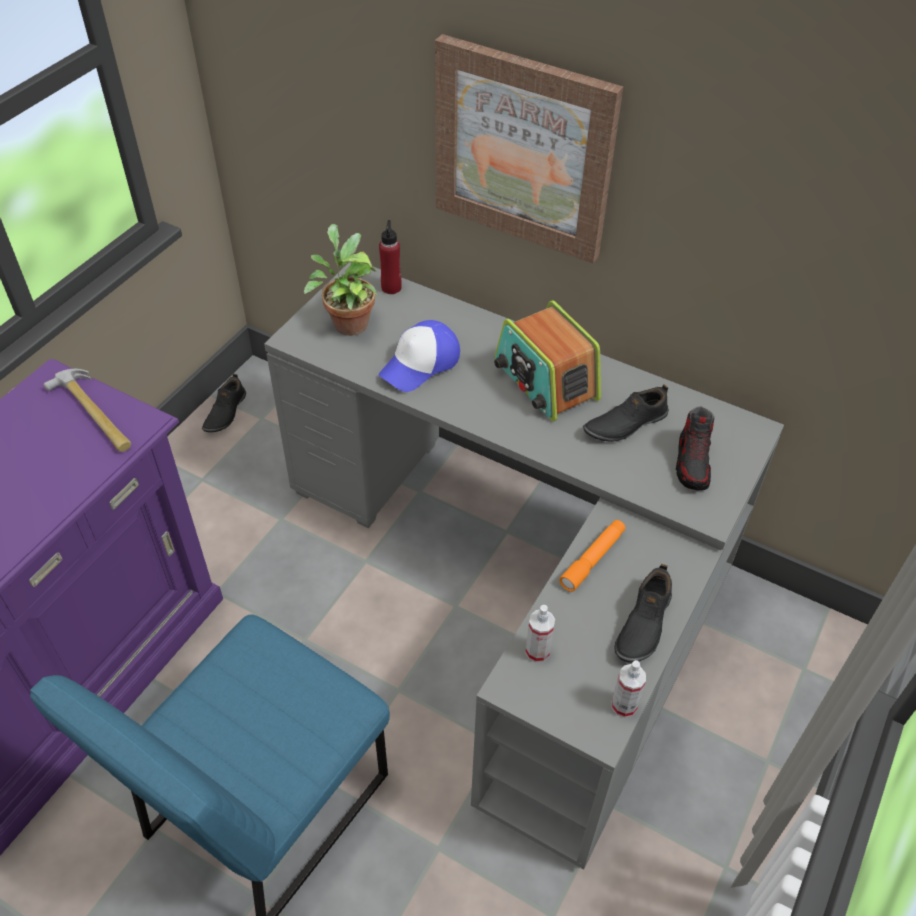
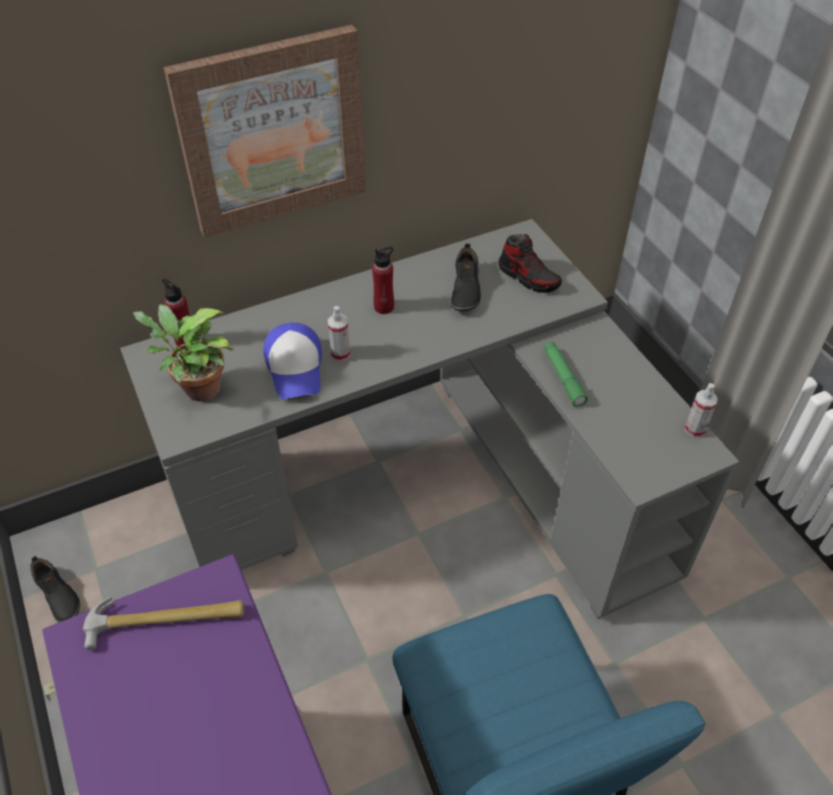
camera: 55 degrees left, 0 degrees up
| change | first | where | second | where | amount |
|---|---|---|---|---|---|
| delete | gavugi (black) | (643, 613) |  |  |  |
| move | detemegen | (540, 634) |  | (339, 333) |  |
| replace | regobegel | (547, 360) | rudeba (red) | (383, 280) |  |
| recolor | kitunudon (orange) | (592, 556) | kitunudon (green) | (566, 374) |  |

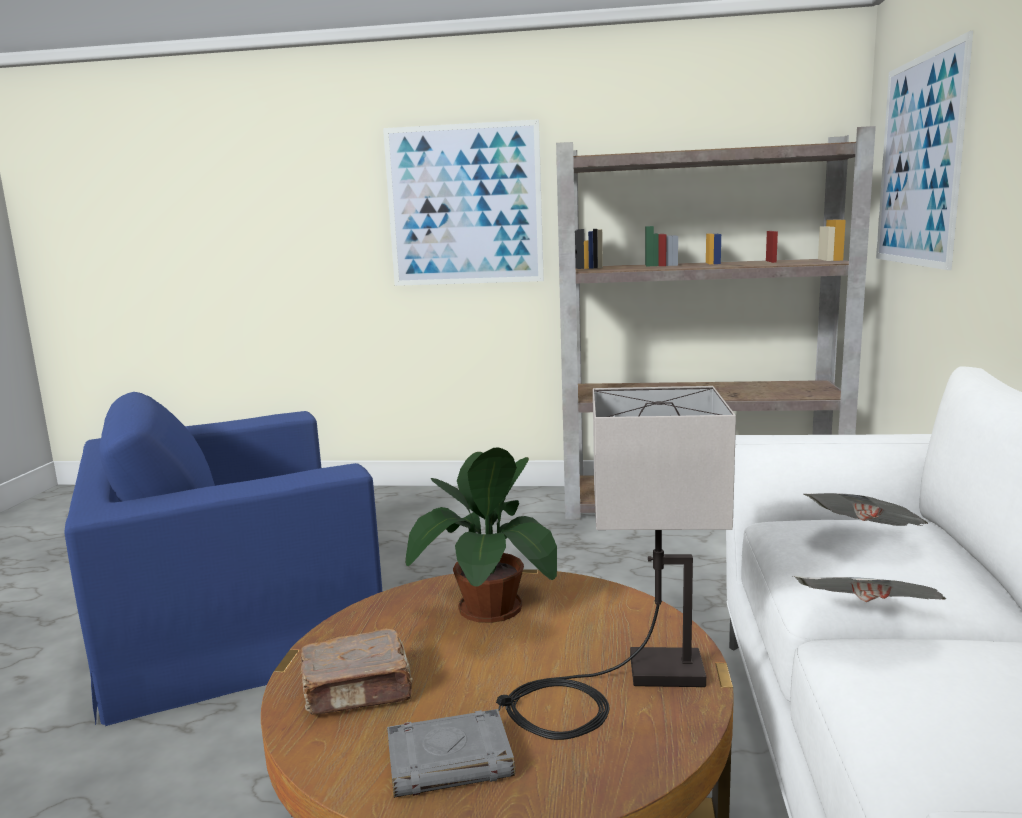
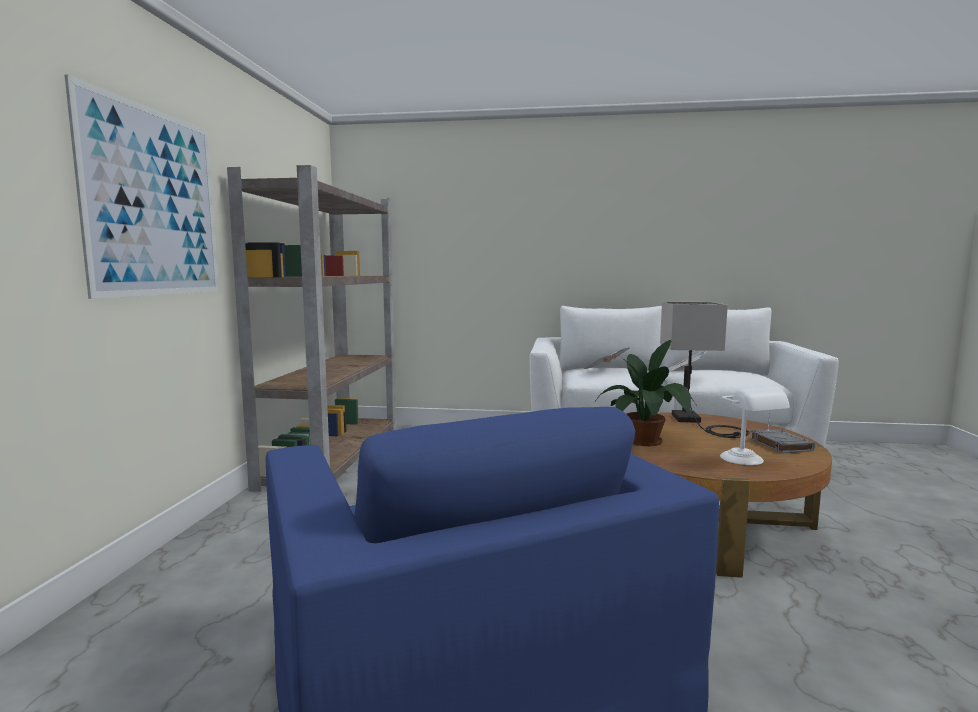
camera: 90 degrees left, 5 degrees down
| change | first | where | second | where | amount |
|---|---|---|---|---|---|
| delete | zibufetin | (924, 150) |  |  |  |
| replace | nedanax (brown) | (356, 671) | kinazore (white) | (755, 426) |  |

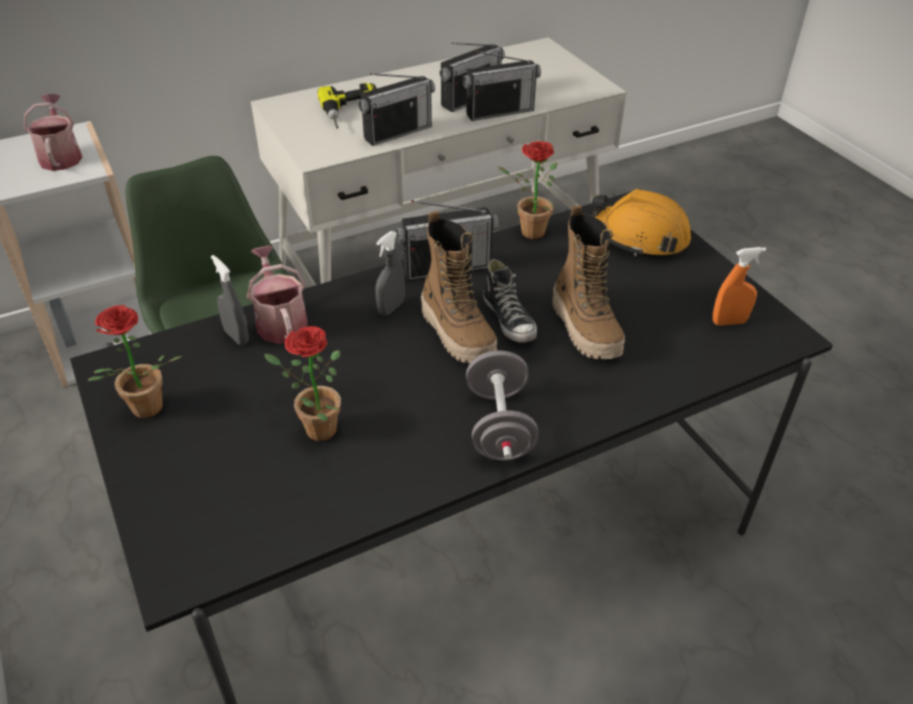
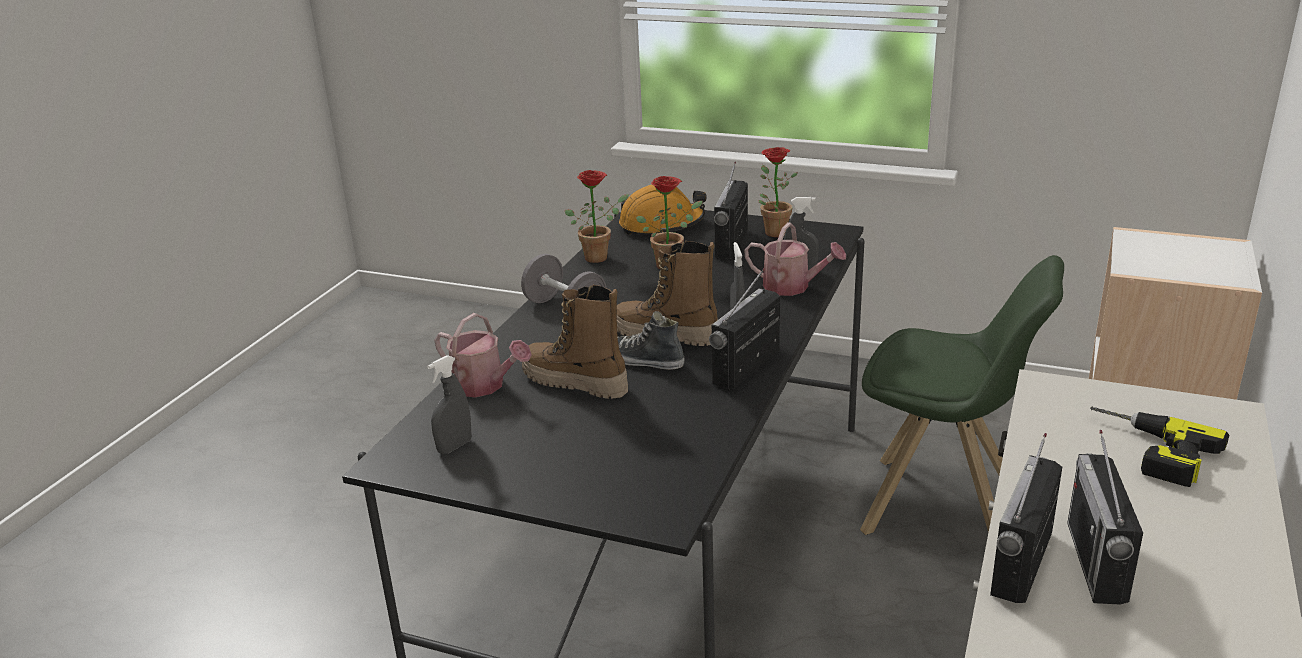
camera: 140 degrees right, 15 degrees down
| change | first | where | second | where | amount |
|---|---|---|---|---|---|
| move | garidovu | (53, 132) |  | (483, 355) |  |
| move | regobegel | (396, 109) |  | (731, 210) |  |
| move | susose | (527, 190) |  | (597, 216) |  |
| move | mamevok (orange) | (641, 222) |  | (663, 209) |  |
| recolor | detemegen (orange) | (739, 286) | detemegen (grey) | (449, 404) |  |

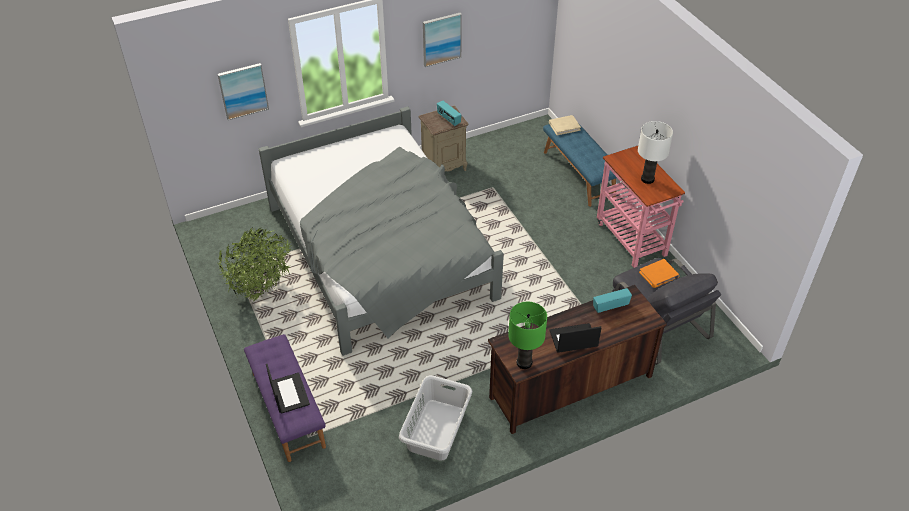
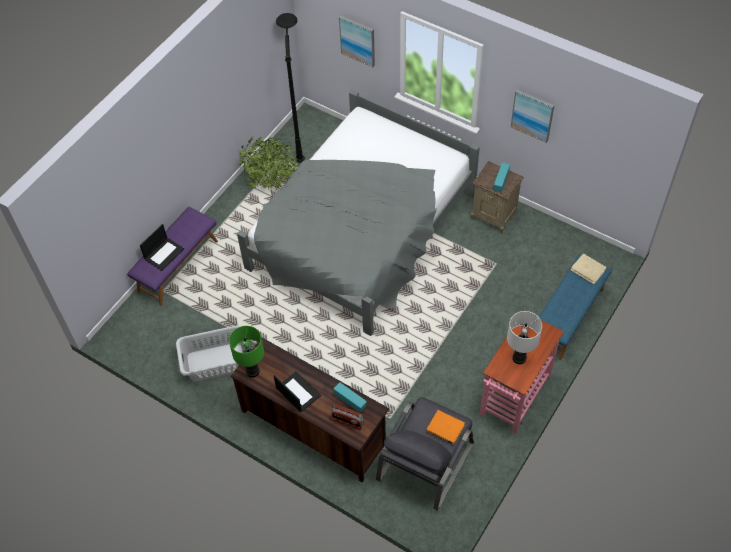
camera: 60 degrees right, 10 degrees up
| change | first | where | second | where | amount |
|---|---|---|---|---|---|
| insert |  |  | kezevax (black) | (290, 88) |  |
| insert |  |  | regobegel | (347, 417) |  |

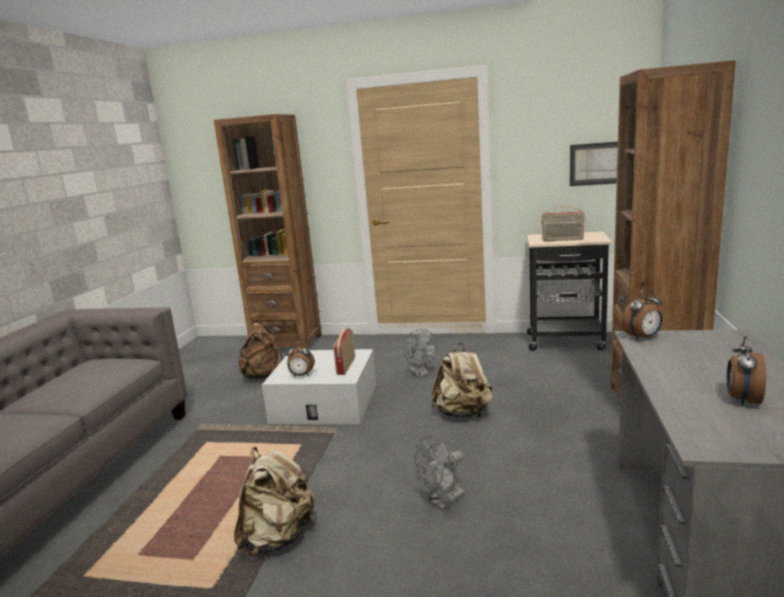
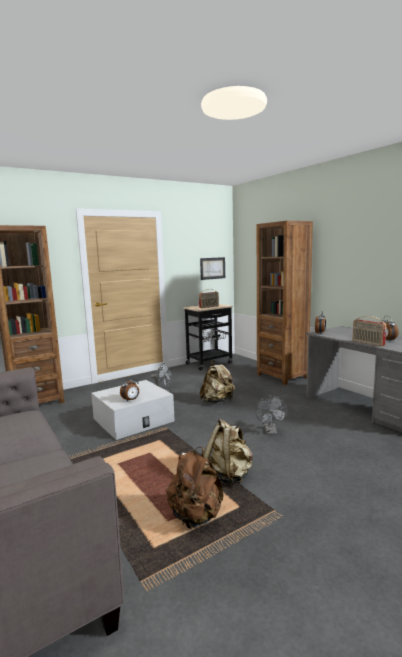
camera: 45 degrees left, 5 degrees down
| change | first | where | second | where | amount |
|---|---|---|---|---|---|
| move | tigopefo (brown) | (260, 350) |  | (195, 488) |  |
| move | regobegel | (344, 351) |  | (369, 331) |  |

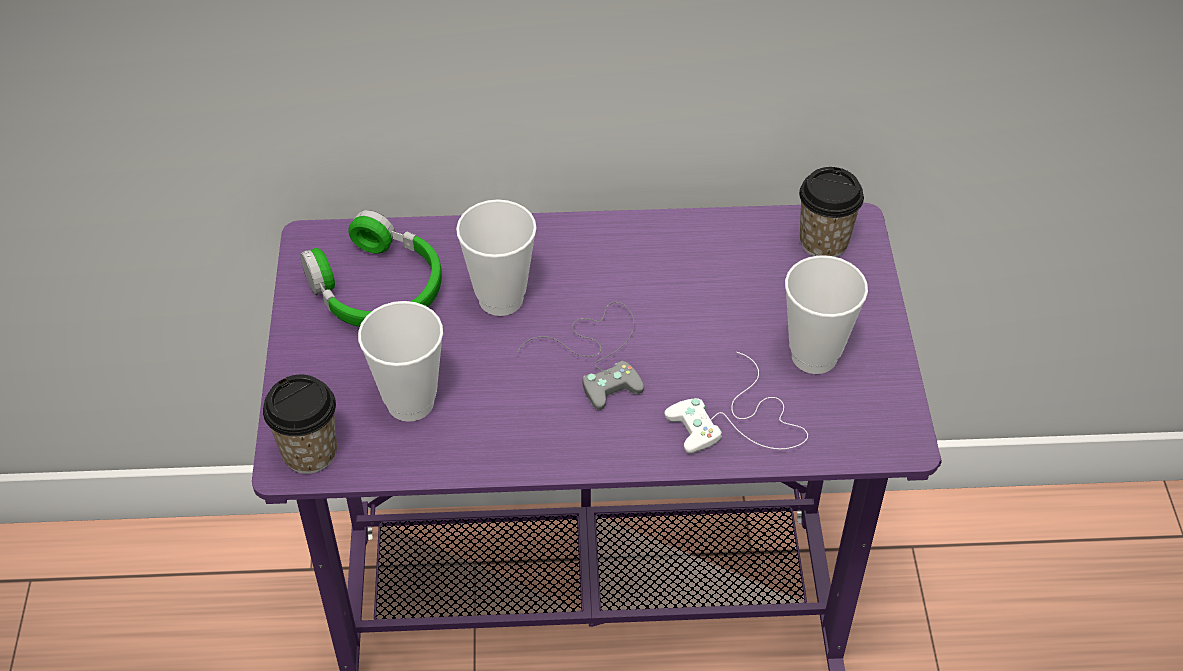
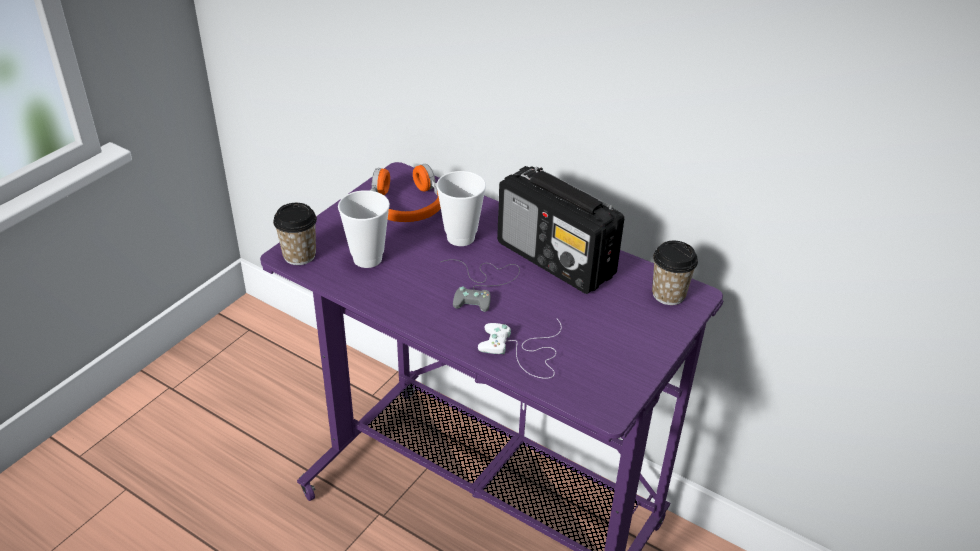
camera: 35 degrees right, 10 degrees down
| change | first | where | second | where | amount |
|---|---|---|---|---|---|
| delete | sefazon | (826, 314) |  |  |  |
| insert |  |  | regobegel | (560, 230) |  |
| recolor | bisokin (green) | (371, 268) | bisokin (orange) | (405, 193) |  |

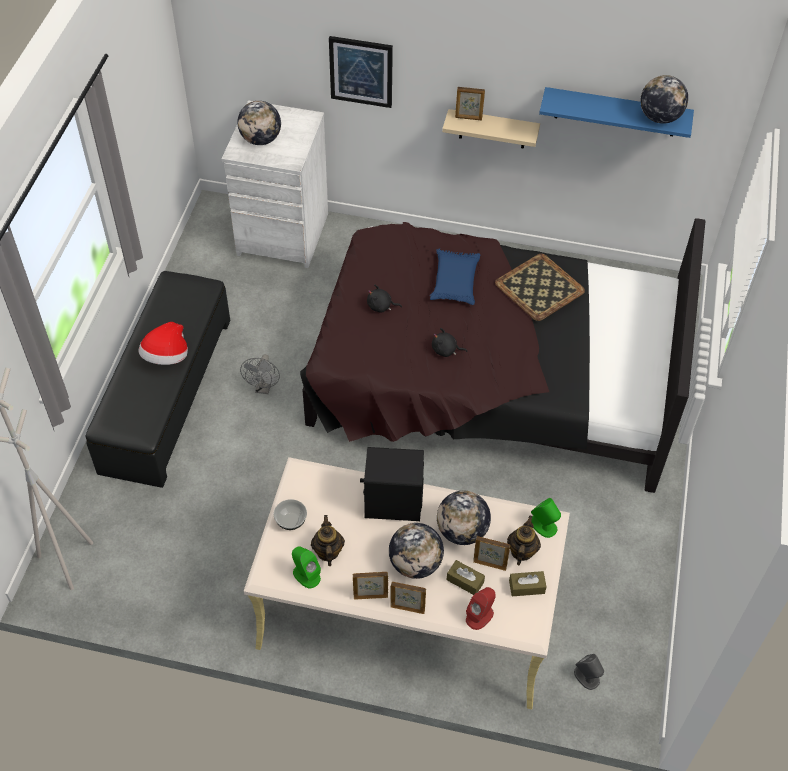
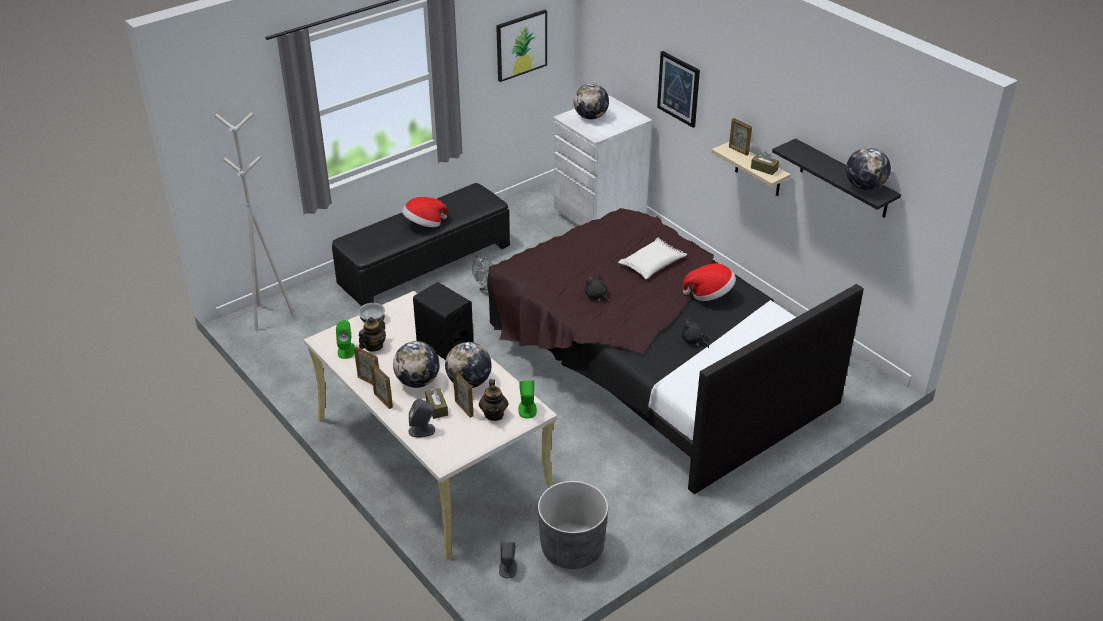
camera: 40 degrees right, 15 degrees down
| change | first | where | second | where | amount |
|---|---|---|---|---|---|
| insert |  |  | zibufetin | (521, 46) |  |
| insert |  |  | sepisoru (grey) | (573, 525) |  |
| move | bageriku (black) | (384, 299) |  | (695, 333) |  |
| move | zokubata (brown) | (527, 583) |  | (765, 163) |  |
| replace | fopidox | (540, 287) | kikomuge | (709, 282) |  |
| recolor | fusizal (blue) | (455, 276) | fusizal (white) | (652, 258) |  |
| recolor | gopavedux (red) | (481, 608) | gopavedux (grey) | (422, 418) |  |
| recolor | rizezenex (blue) | (616, 112) | rizezenex (black) | (836, 178) |  |
| rotate | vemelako | (524, 540) |  | (494, 400) | 120 degrees clockwise |

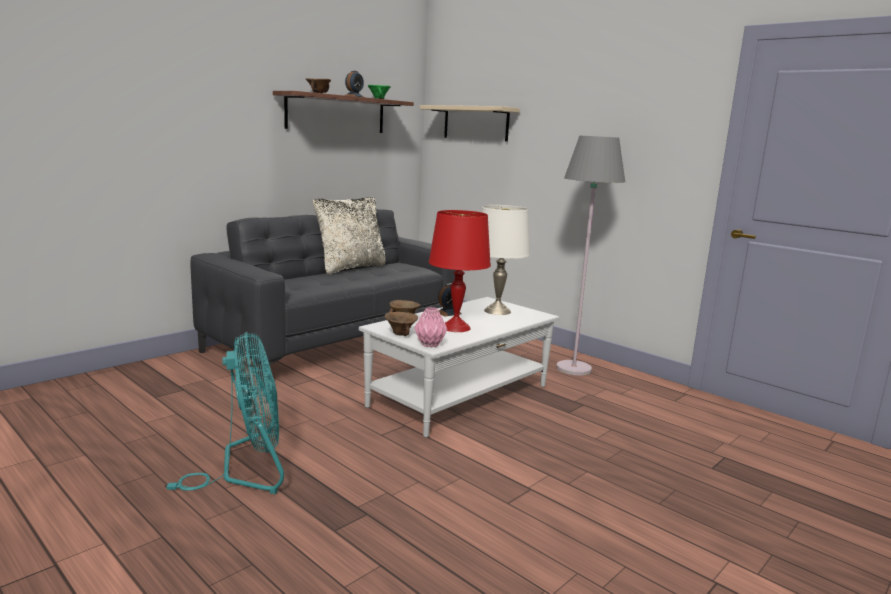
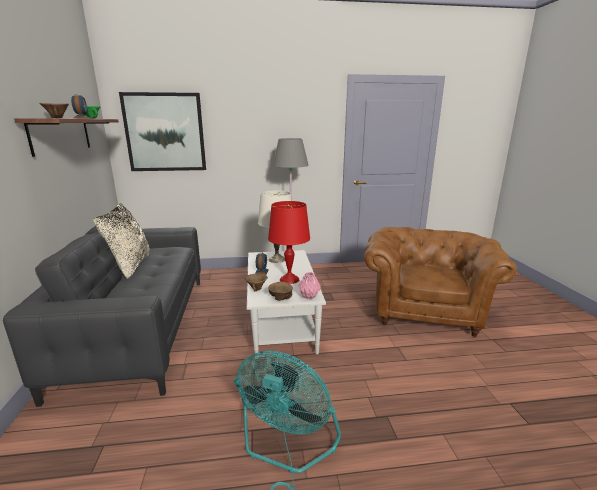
camera: 50 degrees left, 5 degrees up
| change | first | where | second | where | amount |
|---|---|---|---|---|---|
| insert |  |  | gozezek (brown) | (440, 282) |  |
| replace | rizezenex (beige) | (470, 123) | zibufetin | (162, 131) |  |

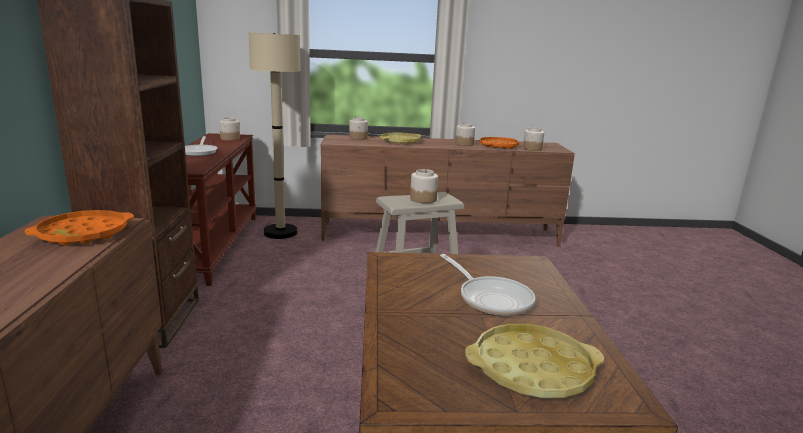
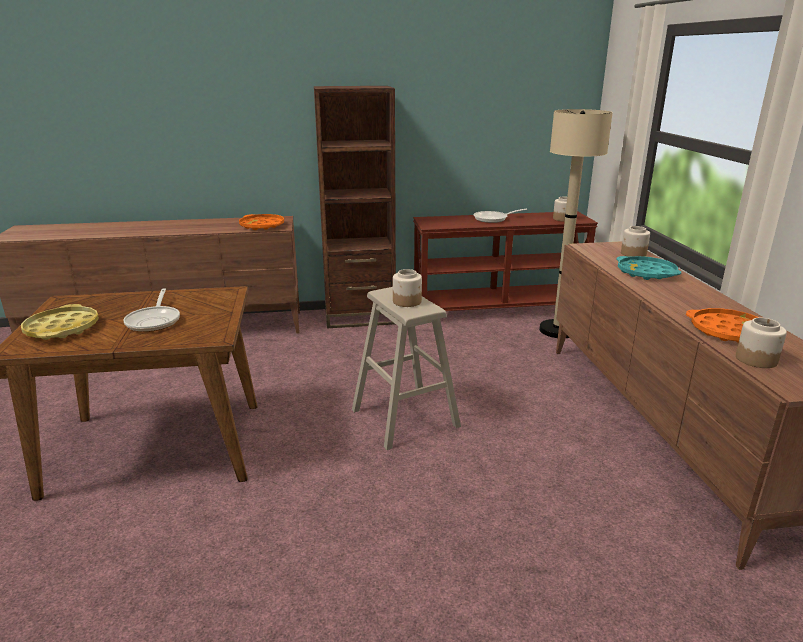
camera: 85 degrees right, 5 degrees up
| change | first | where | second | where | amount |
|---|---|---|---|---|---|
| delete | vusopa | (465, 134) |  |  |  |
| recolor | fopidox (yellow) | (401, 139) | fopidox (turquoise) | (648, 268) |  |
| rotate | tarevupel | (487, 285) |  | (151, 310) | 60 degrees counterclockwise |

